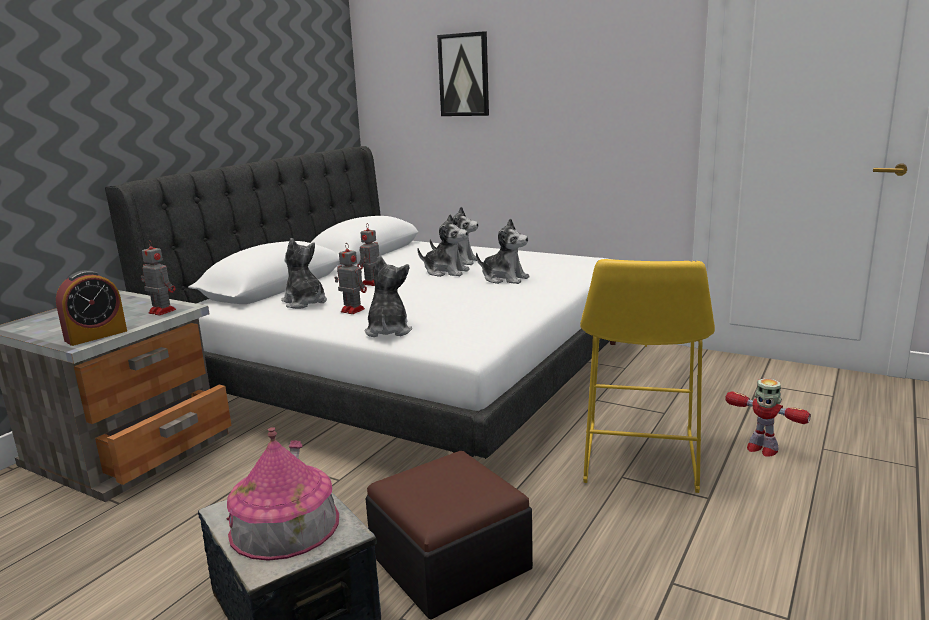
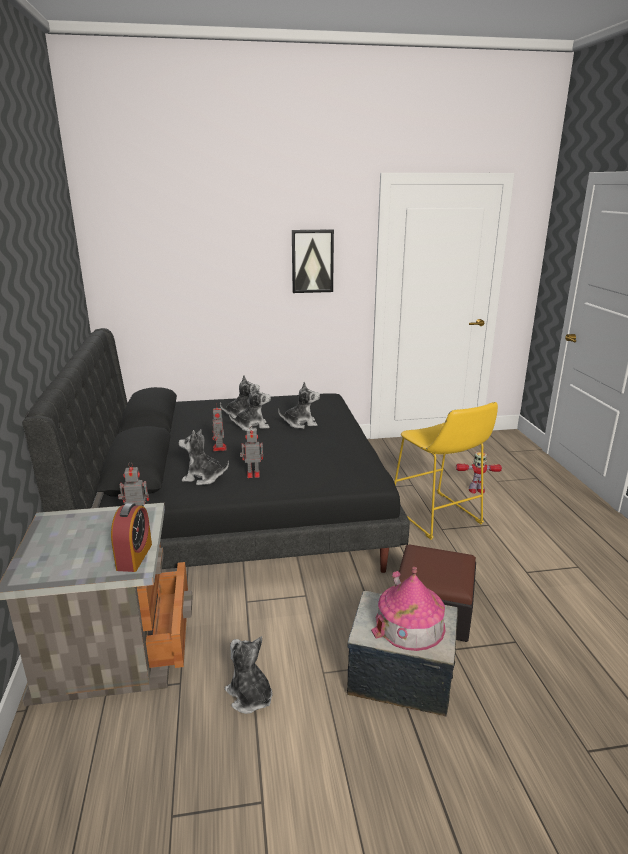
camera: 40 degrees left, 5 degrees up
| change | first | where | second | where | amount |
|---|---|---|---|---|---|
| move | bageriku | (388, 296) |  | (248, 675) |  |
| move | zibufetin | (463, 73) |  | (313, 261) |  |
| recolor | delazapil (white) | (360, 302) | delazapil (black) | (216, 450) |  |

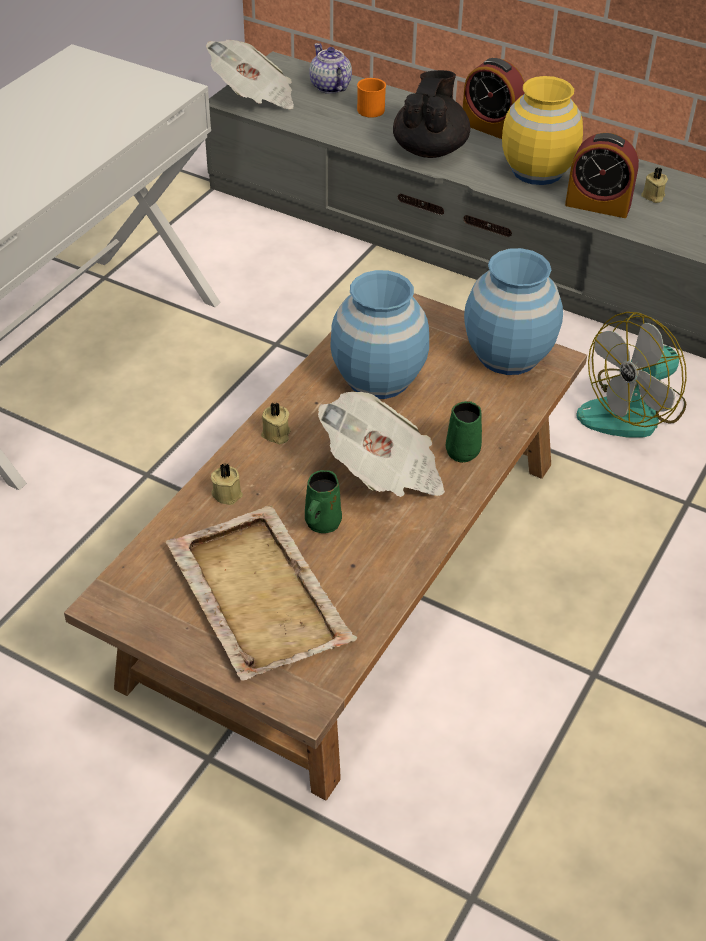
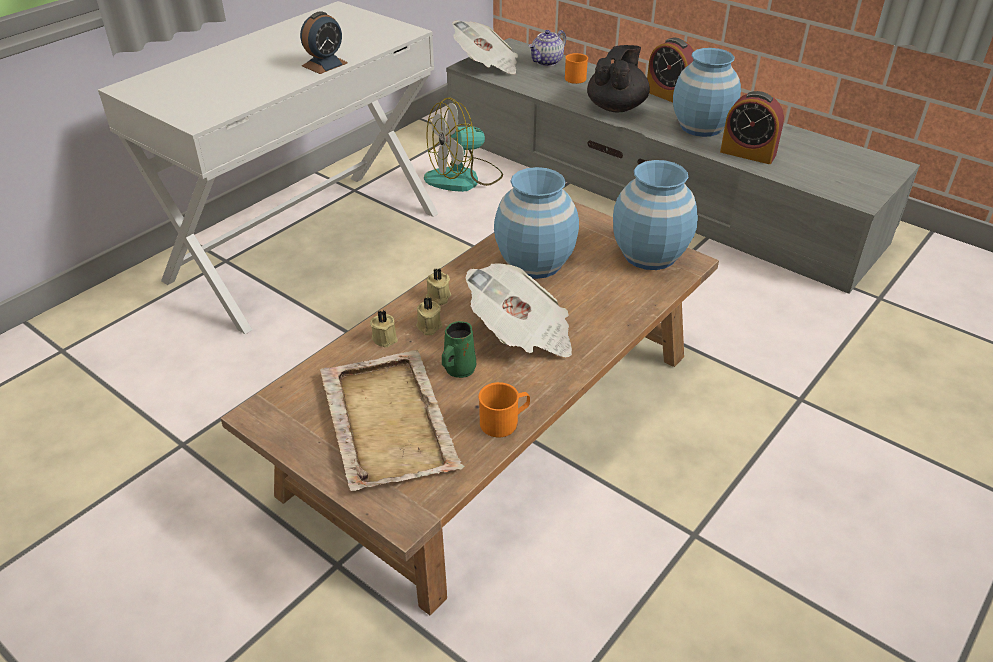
camera: 10 degrees right, 5 degrees down
| change | first | where | second | where | amount |
|---|---|---|---|---|---|
| delete | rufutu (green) | (464, 432) |  |  |  |
| insert |  |  | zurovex | (324, 42) |  |
| insert |  |  | rufutu (orange) | (504, 410) |  |
| move | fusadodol | (631, 374) |  | (463, 144) |  |
| move | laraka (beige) | (654, 185) |  | (429, 316) |  |
| recolor | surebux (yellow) | (542, 130) | surebux (blue) | (707, 92) |  |
| rotate | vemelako | (330, 68) |  | (547, 48) | 120 degrees counterclockwise |

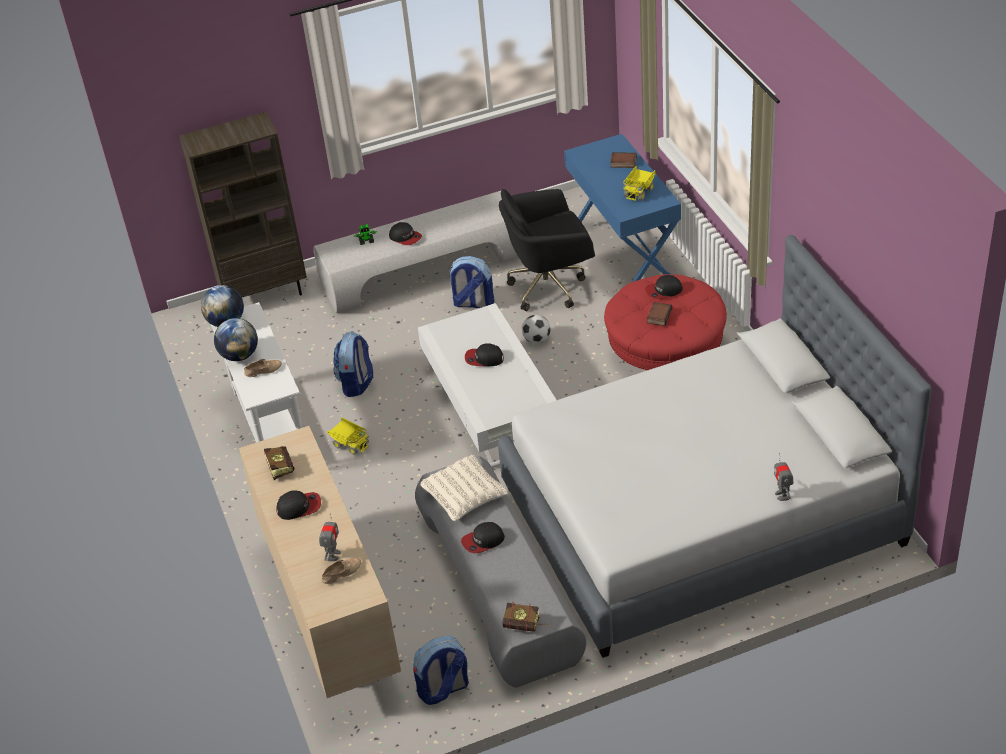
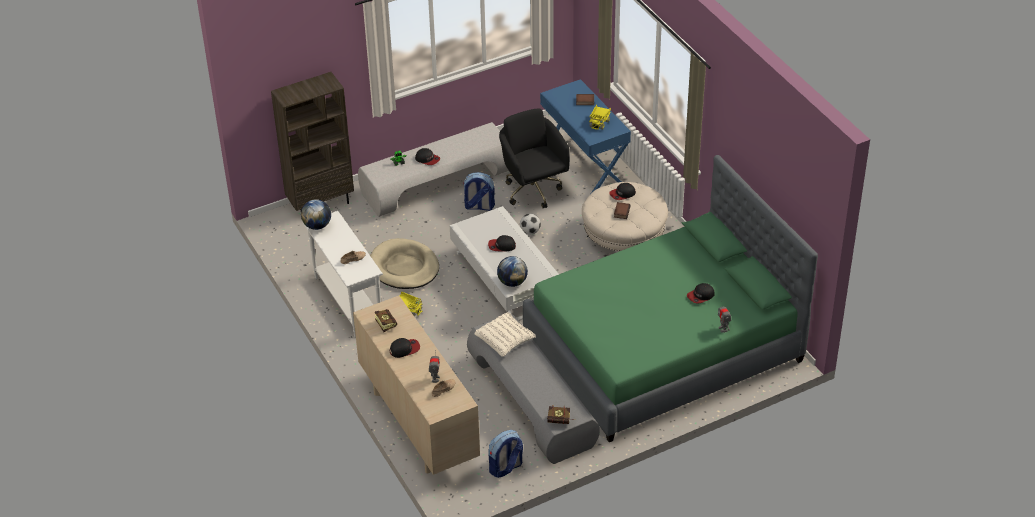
camera: 10 degrees left, 0 degrees up
| change | first | where | second | where | amount |
|---|---|---|---|---|---|
| move | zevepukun | (236, 339) |  | (512, 271) |  |
| move | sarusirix | (483, 537) |  | (701, 293) |  |
| replace | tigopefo | (353, 364) | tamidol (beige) | (404, 263) |  |
| recolor | delazapil (grey) | (715, 446) | delazapil (green) | (670, 298) |  |
| recolor | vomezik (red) | (665, 322) | vomezik (beige) | (625, 216) |  |
| rotate | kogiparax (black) | (547, 250) |  | (534, 158) | 90 degrees clockwise |

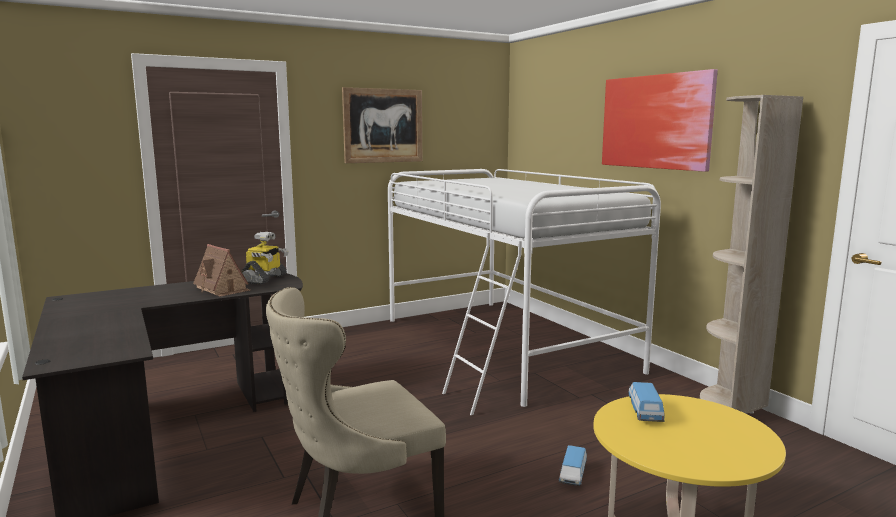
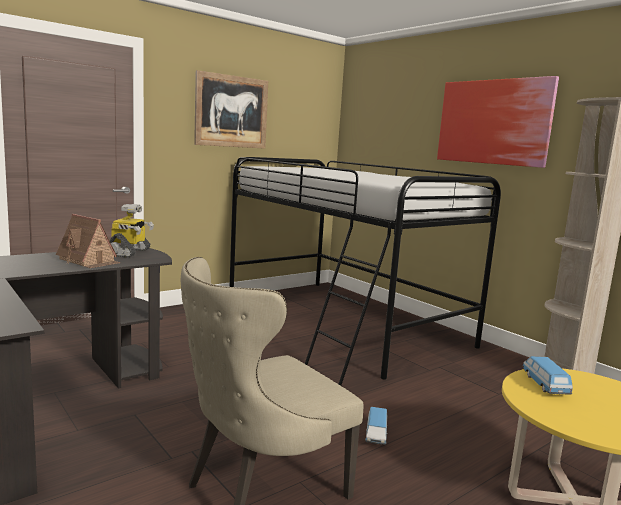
camera: 10 degrees left, 0 degrees up
| change | first | where | second | where | amount |
|---|---|---|---|---|---|
| move | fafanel | (573, 465) |  | (376, 426) |  |
| recolor | delazapil (white) | (524, 292) | delazapil (black) | (365, 271) |  |

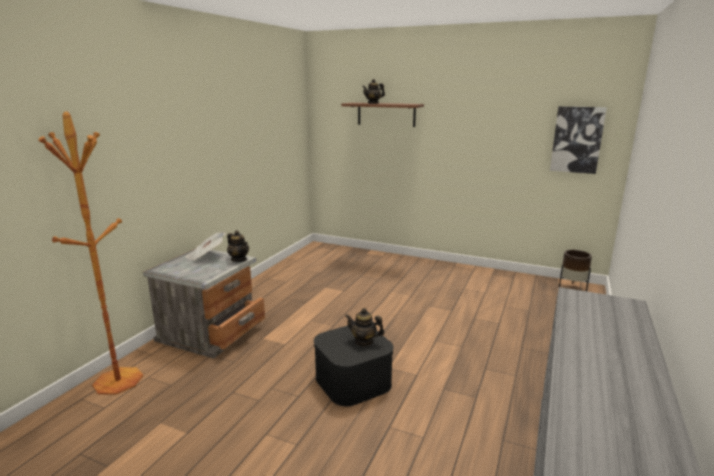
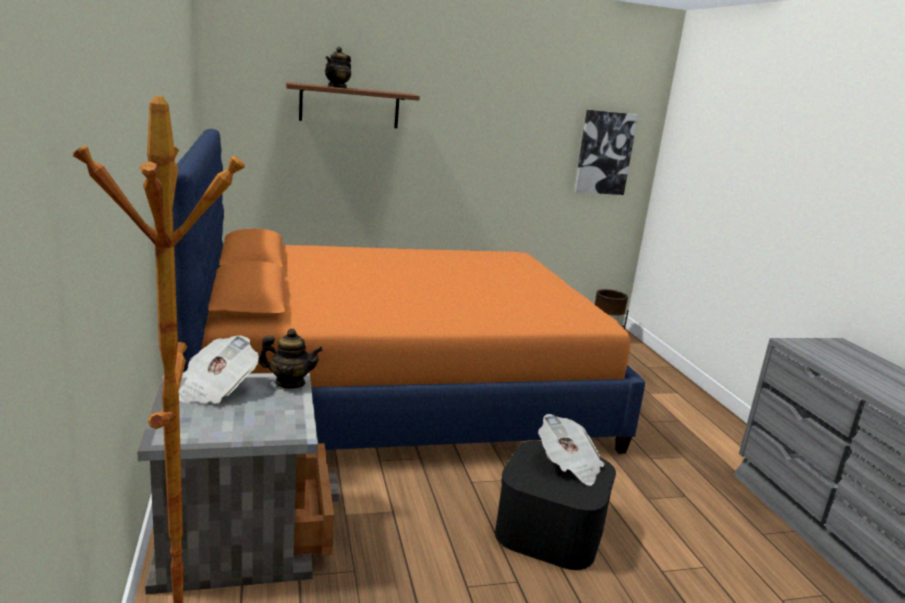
camera: 40 degrees left, 0 degrees up
| change | first | where | second | where | amount |
|---|---|---|---|---|---|
| insert |  |  | delazapil (orange) | (409, 291) |  |
| replace | vemelako | (364, 327) | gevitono | (571, 450) |  |

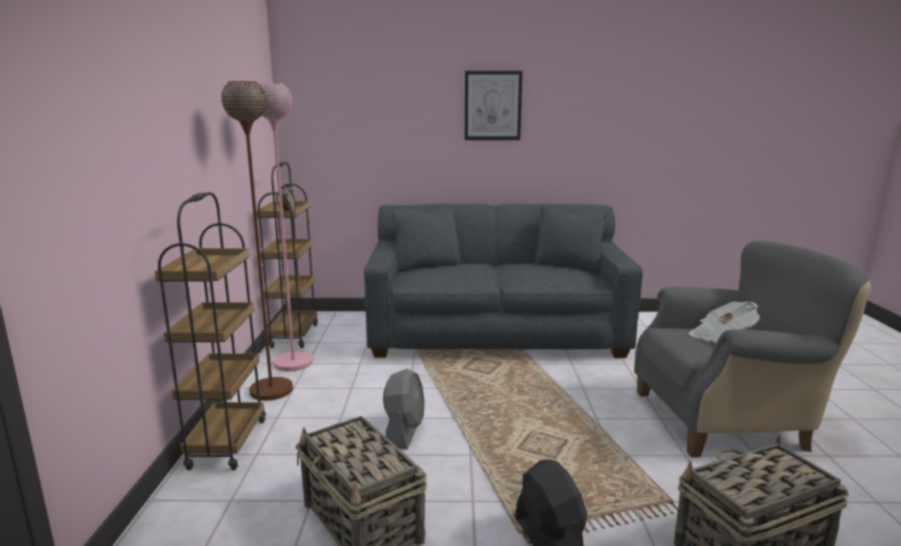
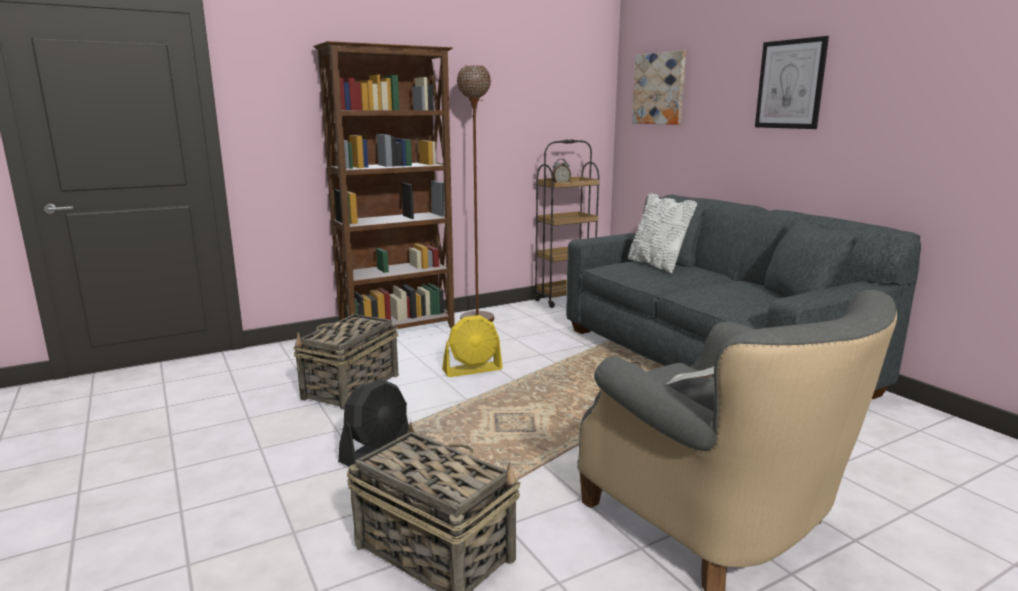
camera: 60 degrees right, 0 degrees up
| change | first | where | second | where | amount |
|---|---|---|---|---|---|
| delete | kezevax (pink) | (286, 227) |  |  |  |
| insert |  |  | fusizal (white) | (662, 233) |  |
| insert |  |  | zibufetin | (659, 87) |  |
| replace | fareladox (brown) | (210, 331) | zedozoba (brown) | (384, 185) |  |
| recolor | fusadodol (grey) | (404, 409) | fusadodol (yellow) | (472, 346) |  |

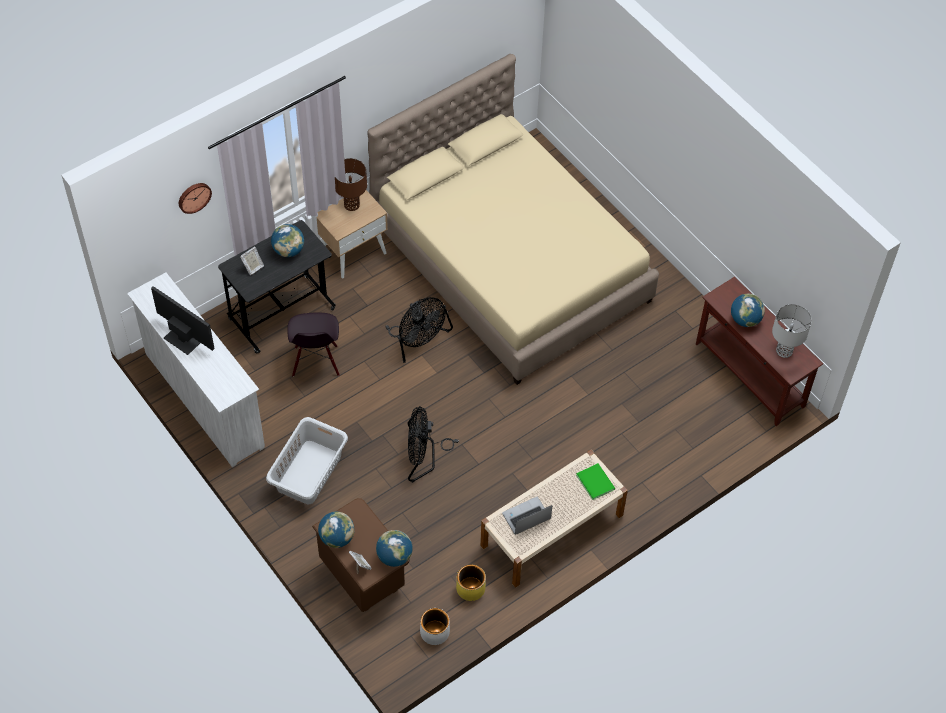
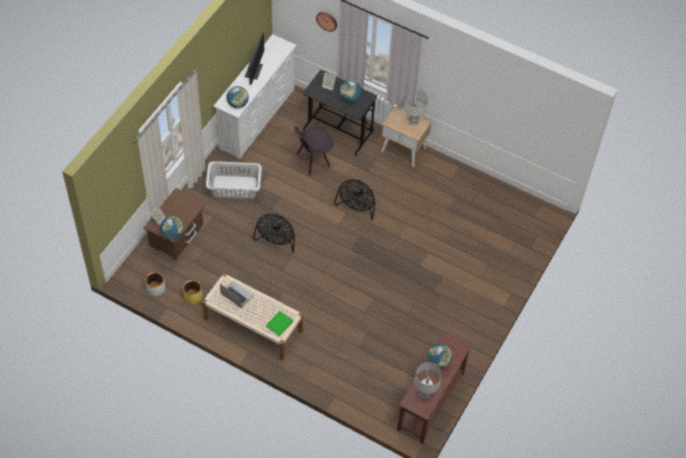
camera: 65 degrees right, 0 degrees up
| change | first | where | second | where | amount |
|---|---|---|---|---|---|
| delete | delazapil (beige) | (513, 219) |  |  |  |
| move | zevepukun | (336, 530) |  | (237, 97) |  |
| recolor | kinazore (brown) | (351, 184) | kinazore (white) | (416, 107) |  |
| rotate | fusadodol (black) | (433, 444) |  | (274, 233) | 135 degrees counterclockwise |

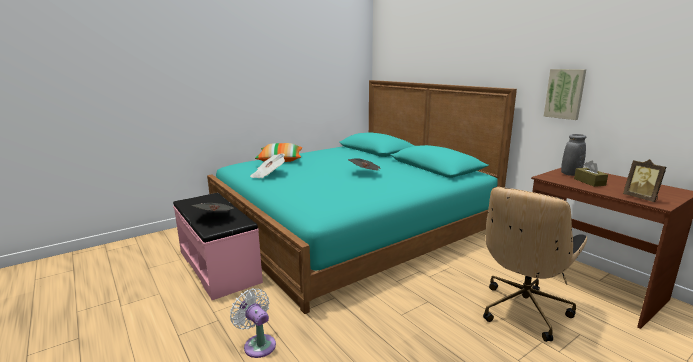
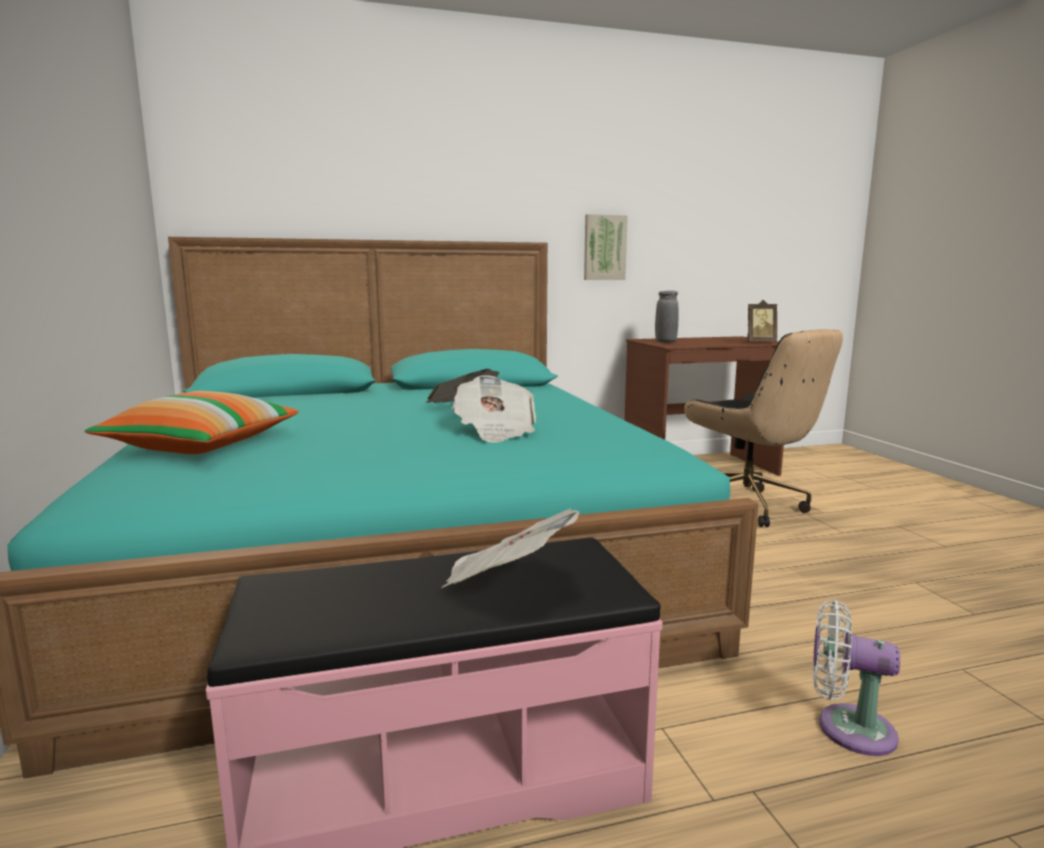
camera: 70 degrees left, 5 degrees down
| change | first | where | second | where | amount |
|---|---|---|---|---|---|
| delete | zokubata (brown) | (591, 173) |  |  |  |
| move | gevitono | (267, 165) |  | (494, 409) |  |
| rotate | fusadodol (white) | (253, 323) |  | (856, 678) | 45 degrees clockwise |

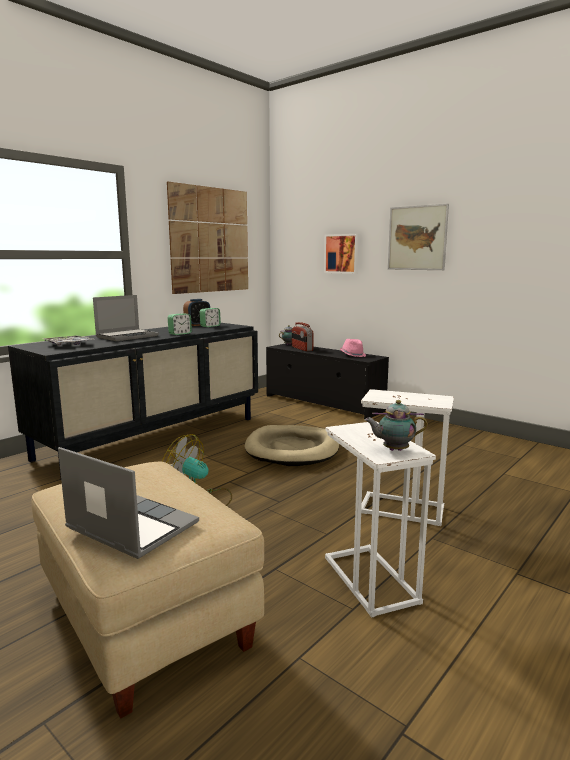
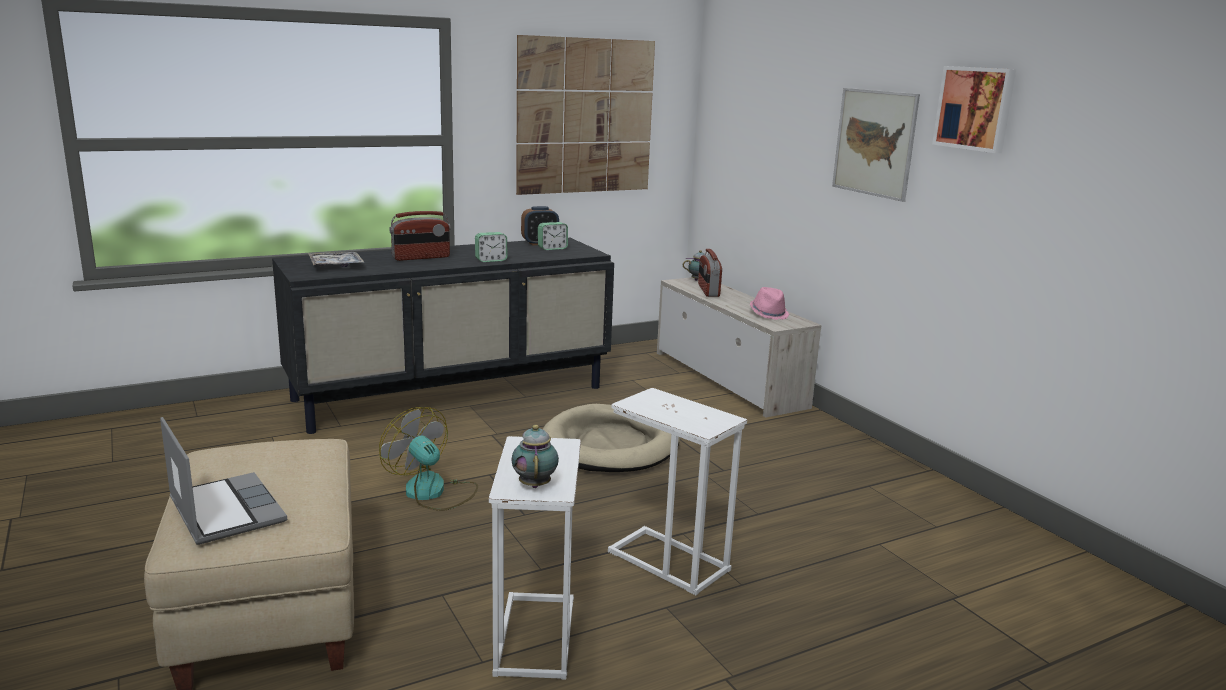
camera: 20 degrees right, 5 degrees up
| change | first | where | second | where | amount |
|---|---|---|---|---|---|
| move | zibufetin | (341, 254) |  | (974, 109) |  |
| replace | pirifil | (126, 318) | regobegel | (420, 236) |  |
| recolor | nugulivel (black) | (327, 381) | nugulivel (white) | (739, 347) |  |
| rotate | vemelako | (396, 425) |  | (535, 456) | 60 degrees clockwise |

